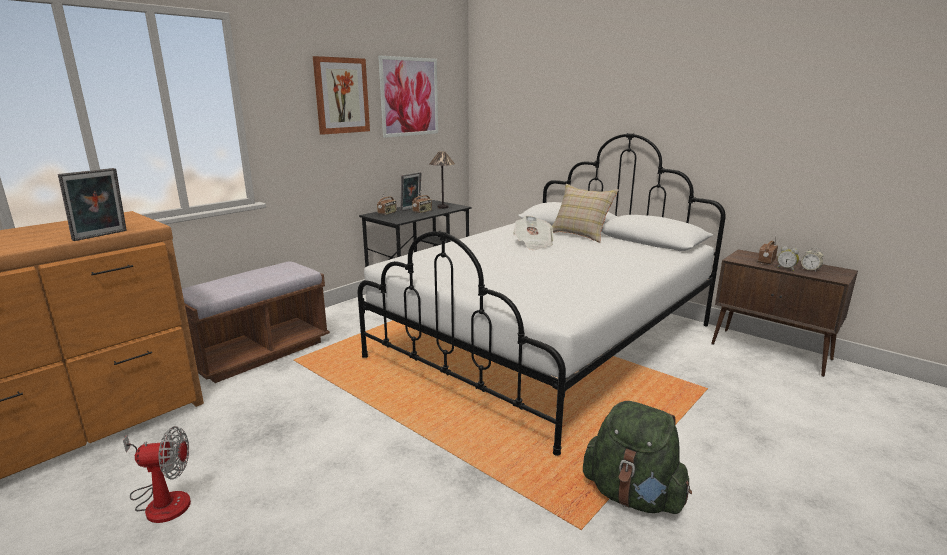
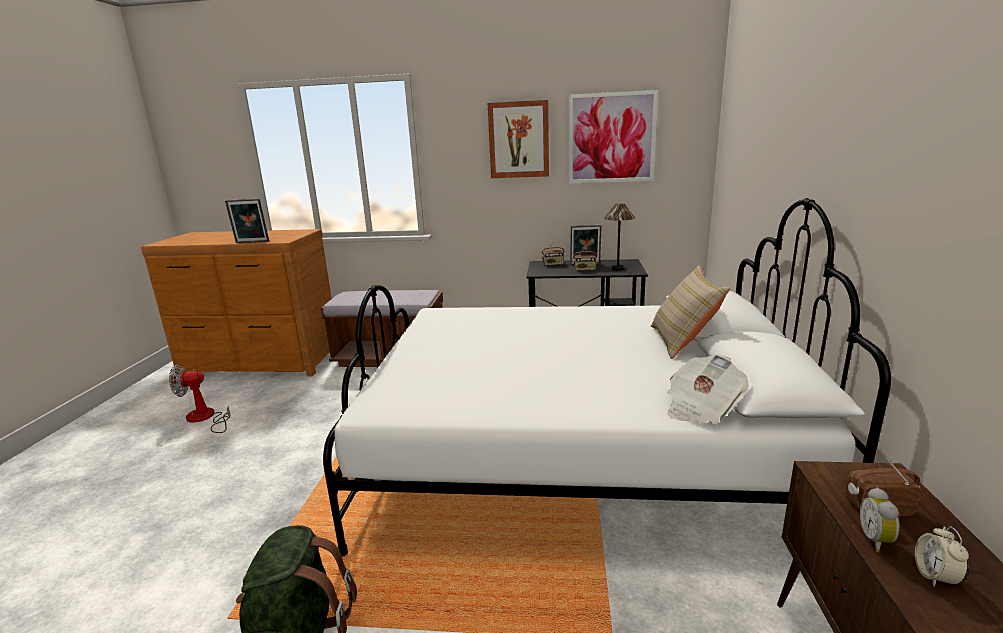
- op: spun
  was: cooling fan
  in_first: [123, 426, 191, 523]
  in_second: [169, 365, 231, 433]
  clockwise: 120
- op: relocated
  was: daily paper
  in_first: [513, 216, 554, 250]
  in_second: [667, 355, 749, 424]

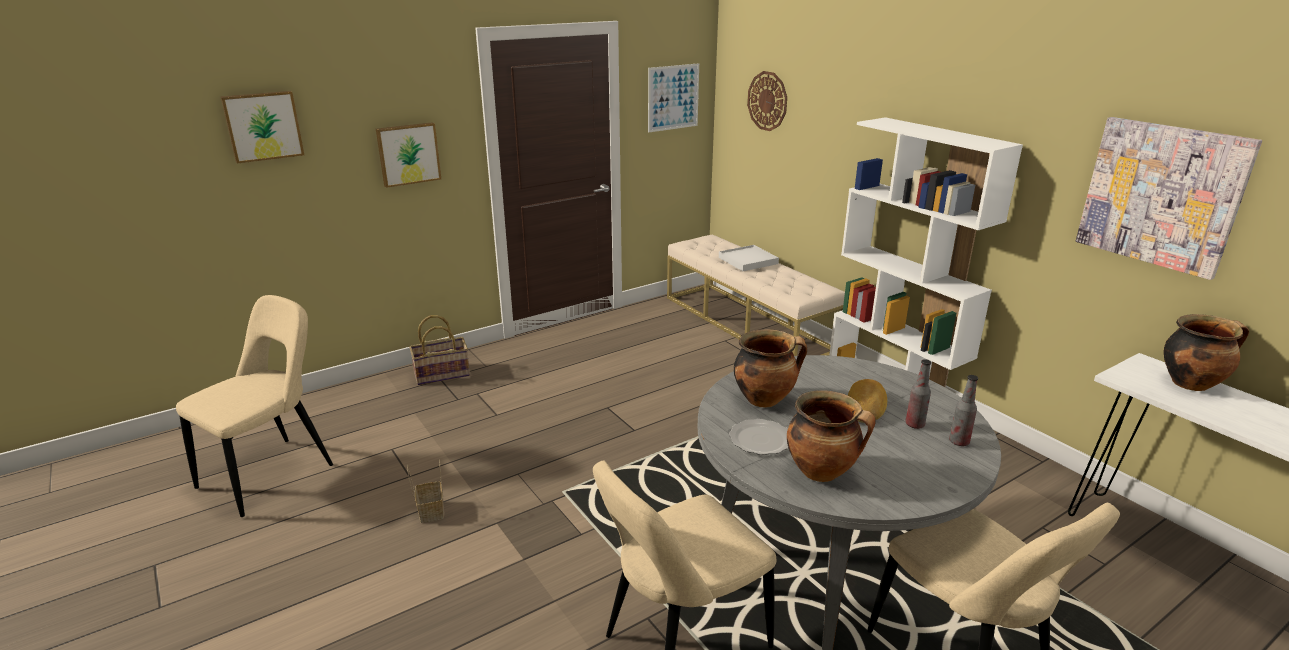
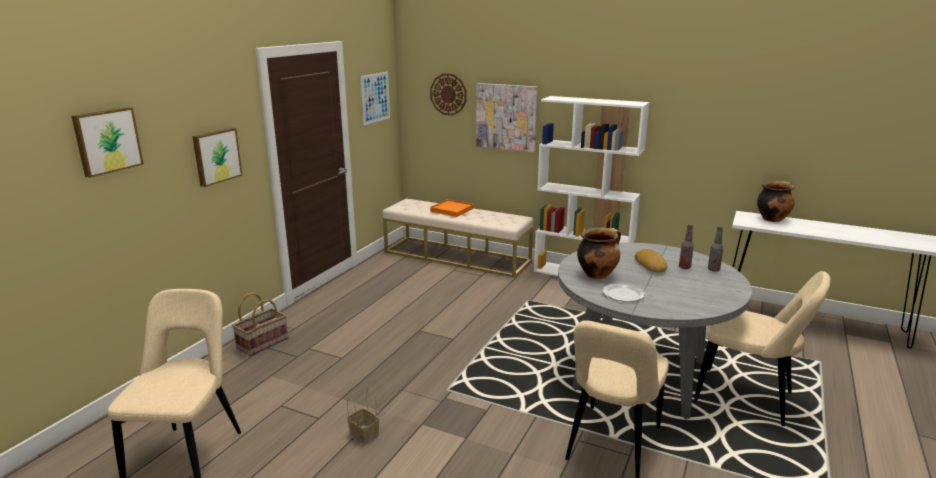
- op: colour
  was: serving tray/whitish
  now: serving tray/orangey
  in_first: [719, 245, 779, 271]
  in_second: [430, 199, 474, 217]
- op: relocated
  was: picture
  in_first: [1076, 117, 1262, 280]
  in_second: [476, 83, 538, 152]
- op: missing
  was: cooking pot
  in_first: [787, 390, 876, 482]

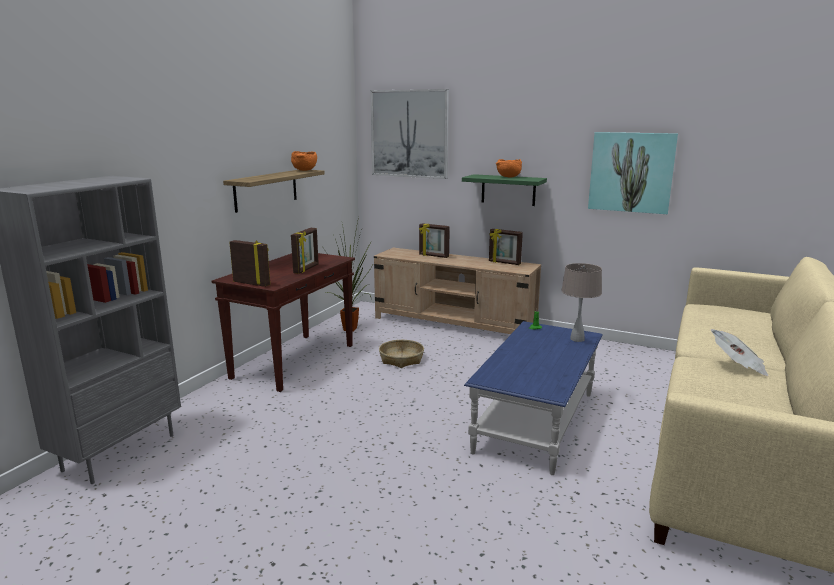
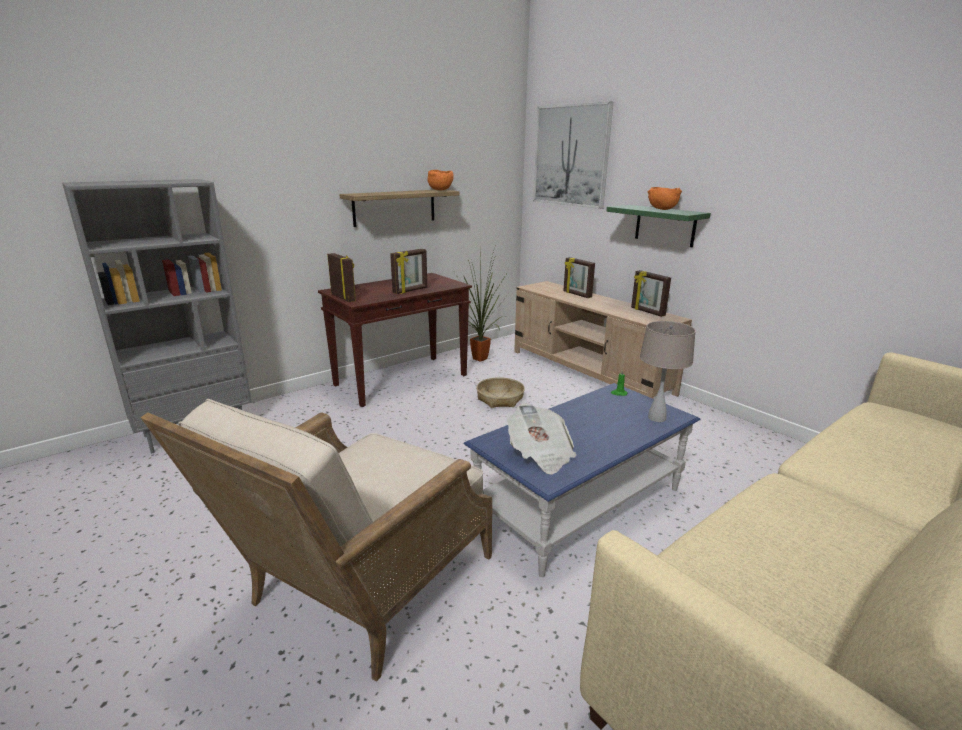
- op: appeared
  now: easy chair/beige-coloured
  in_second: [141, 399, 492, 682]
- op: relocated
  was: daily paper
  in_first: [711, 329, 768, 376]
  in_second: [507, 403, 576, 475]
- op: missing
  was: picture
  in_first: [588, 132, 678, 214]

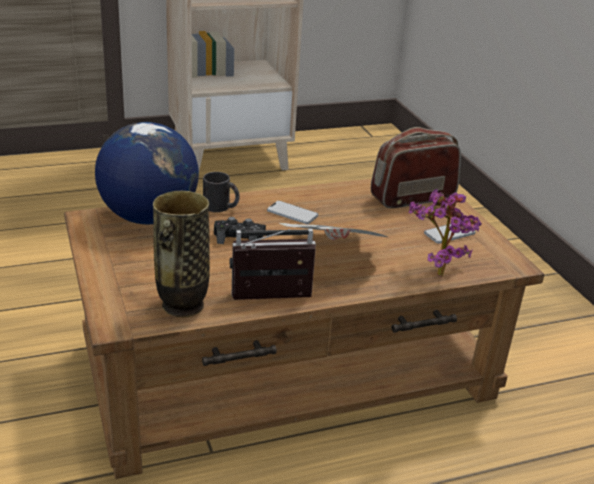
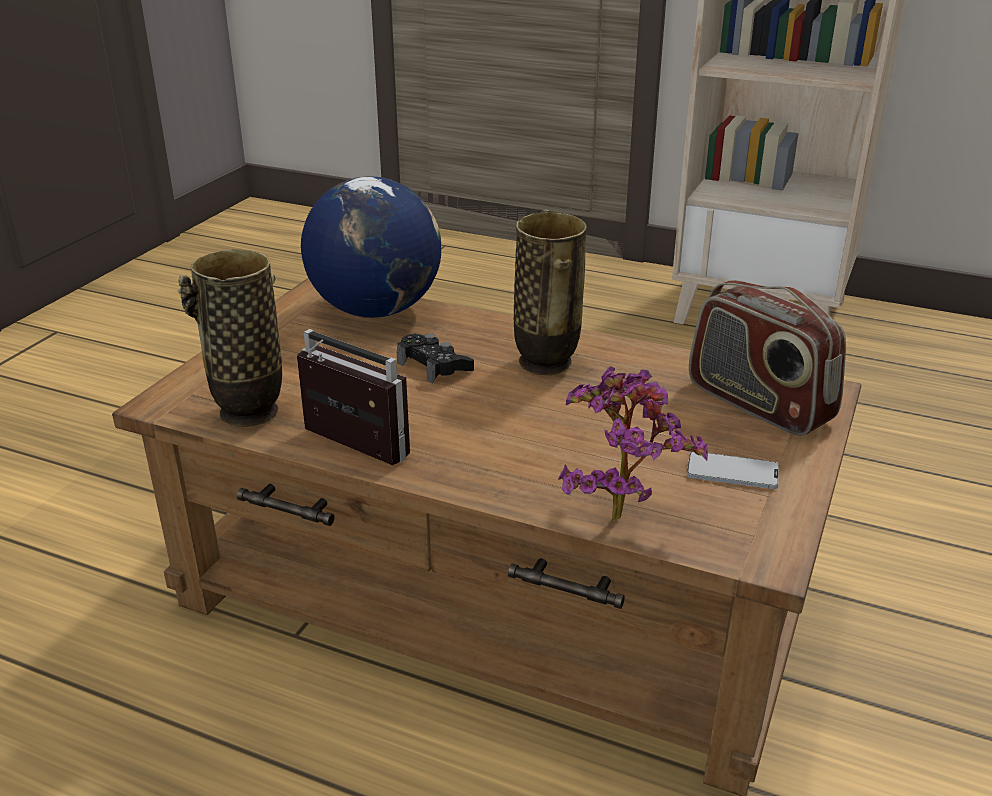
- op: exchanged
  was: phone
  now: flower vase
  in_first: [267, 201, 318, 224]
  in_second: [514, 209, 587, 375]
- op: spun
  was: radio
  in_first: [371, 127, 461, 208]
  in_second: [689, 280, 846, 436]
  clockwise: -150
- op: missing
  was: tea mug/black-coloured
  in_first: [203, 172, 240, 212]
- op: missing
  was: daily paper
  in_first: [279, 223, 388, 241]

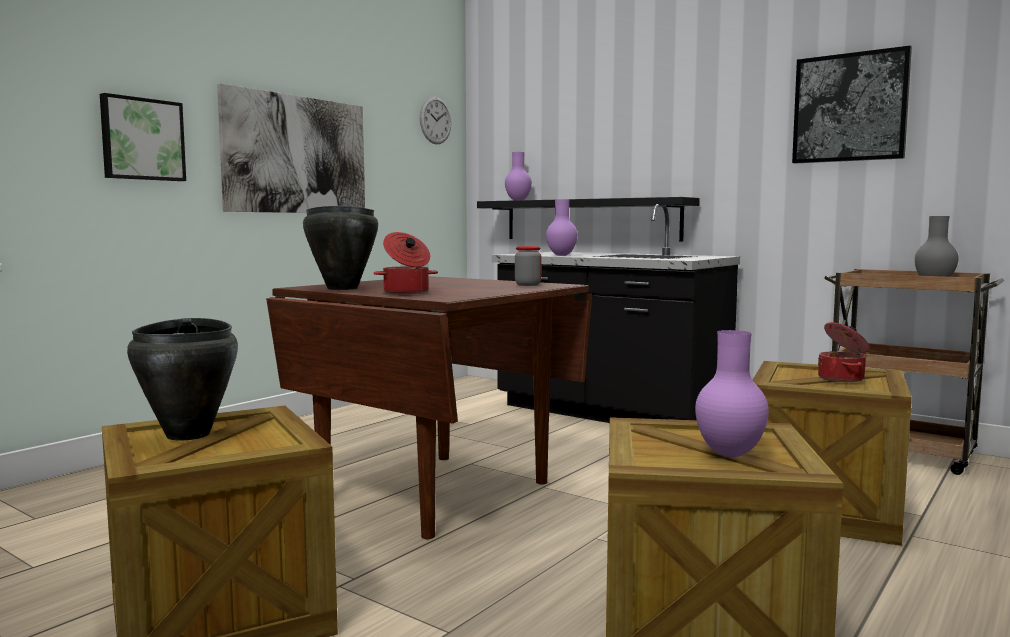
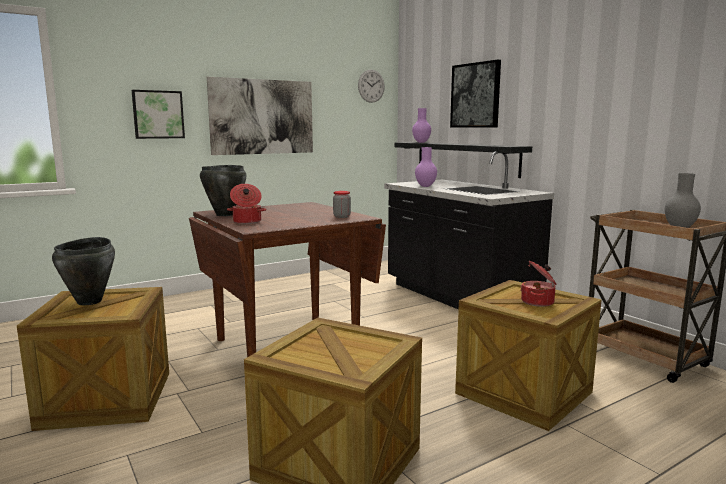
- op: relocated
  was: picture
  in_first: [792, 46, 912, 164]
  in_second: [450, 60, 501, 128]
- op: missing
  was: flower vase/purple-coloured
  in_first: [695, 330, 769, 457]

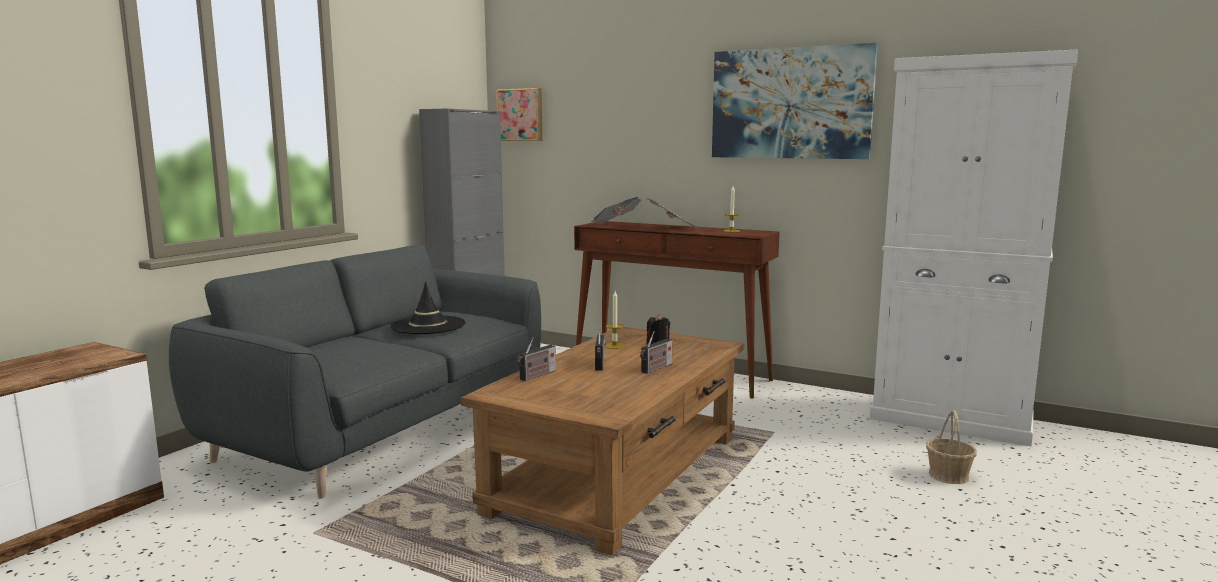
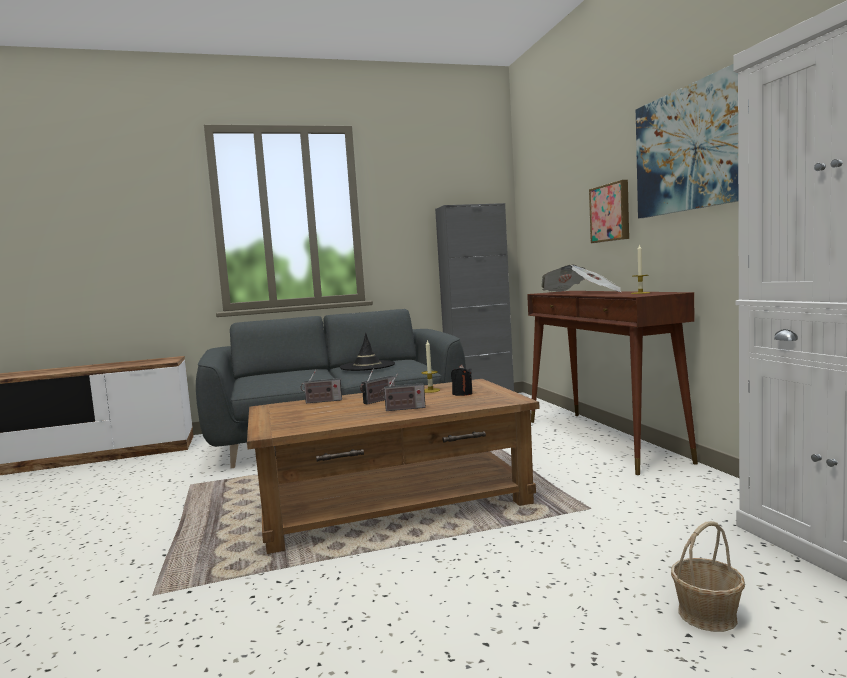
- op: relocated
  was: picture
  in_first: [496, 88, 542, 141]
  in_second: [589, 180, 629, 243]

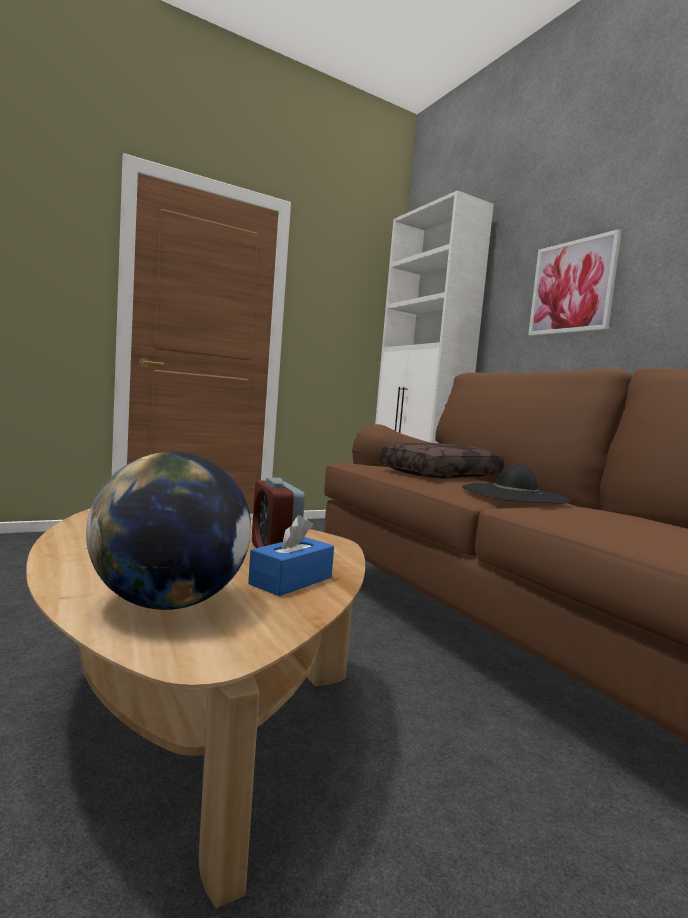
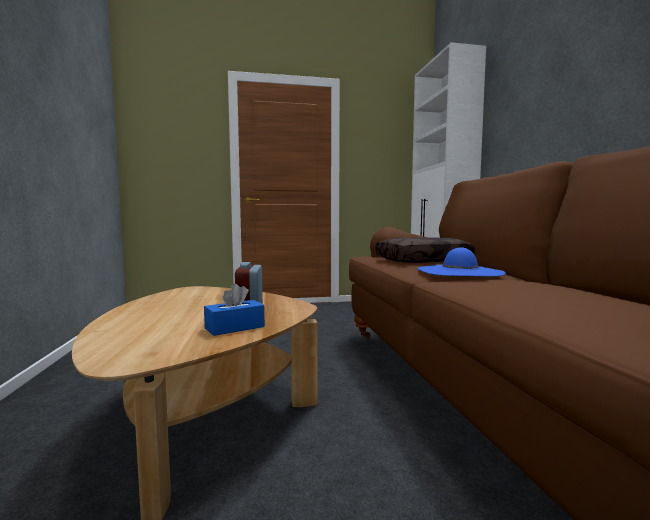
- op: colour
  was: clothing hat/black-coloured
  now: clothing hat/bluish
  in_first: [462, 464, 571, 504]
  in_second: [418, 247, 506, 277]
- op: missing
  was: desk globe
  in_first: [86, 452, 251, 610]
- op: missing
  was: picture
  in_first: [528, 229, 622, 336]

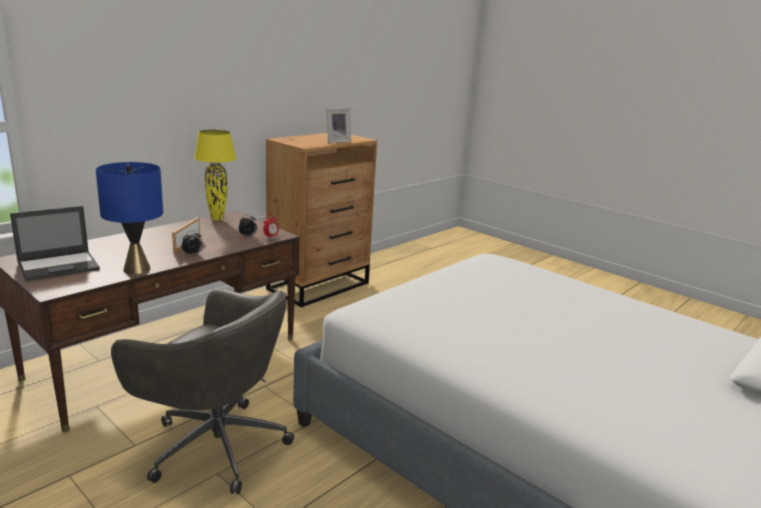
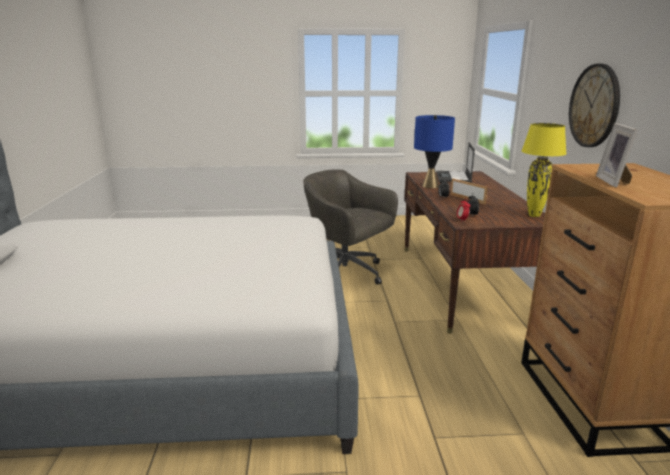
- op: spun
  was: office chair/greyish
  in_first: [111, 289, 294, 494]
  in_second: [303, 169, 398, 285]
  clockwise: 60
- op: appeared
  now: hanging clock
  in_second: [569, 64, 620, 147]

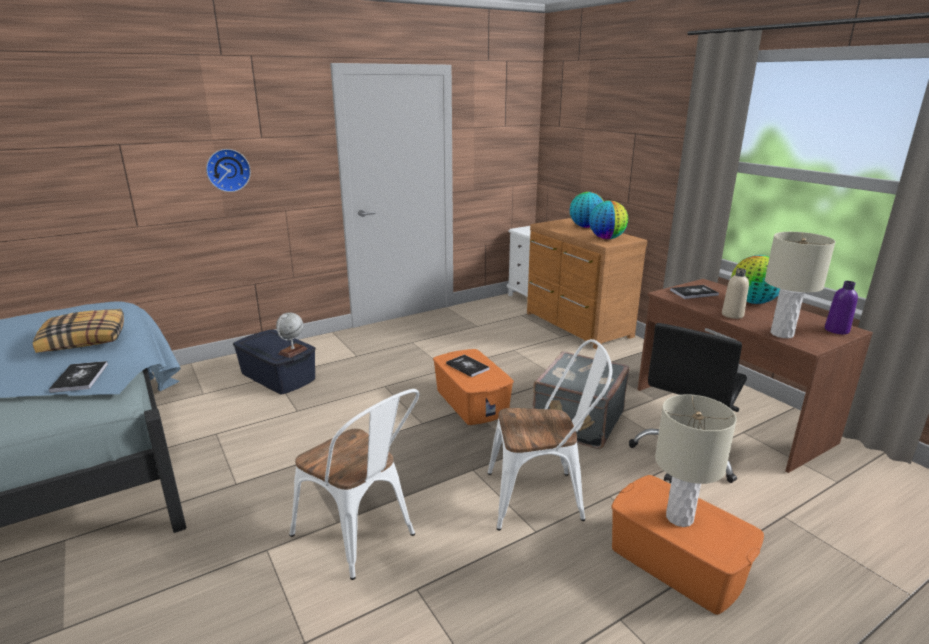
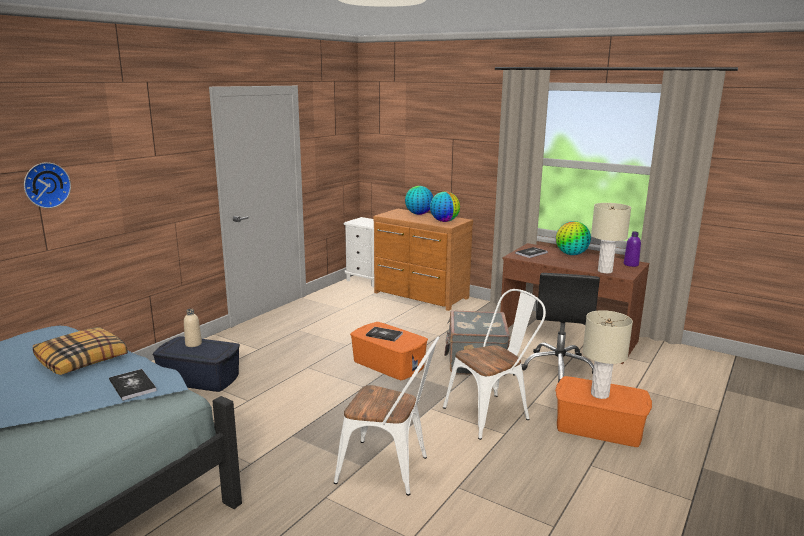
- op: relocated
  was: hanging clock
  in_first: [206, 149, 251, 192]
  in_second: [24, 162, 71, 208]
- op: relocated
  was: drink bottle/beige-coloured
  in_first: [722, 268, 749, 319]
  in_second: [184, 309, 202, 347]
- op: missing
  was: desk globe
  in_first: [276, 312, 307, 358]

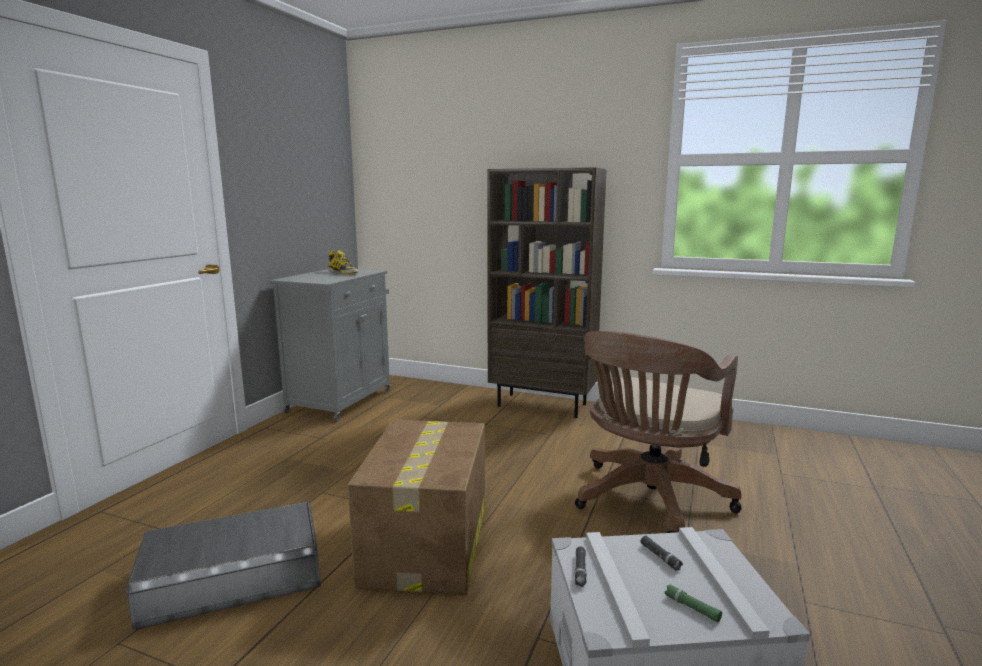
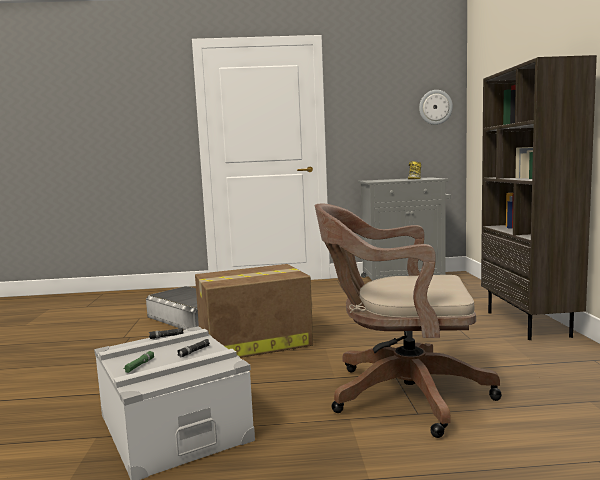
- op: appeared
  now: hanging clock
  in_second: [419, 90, 453, 125]

